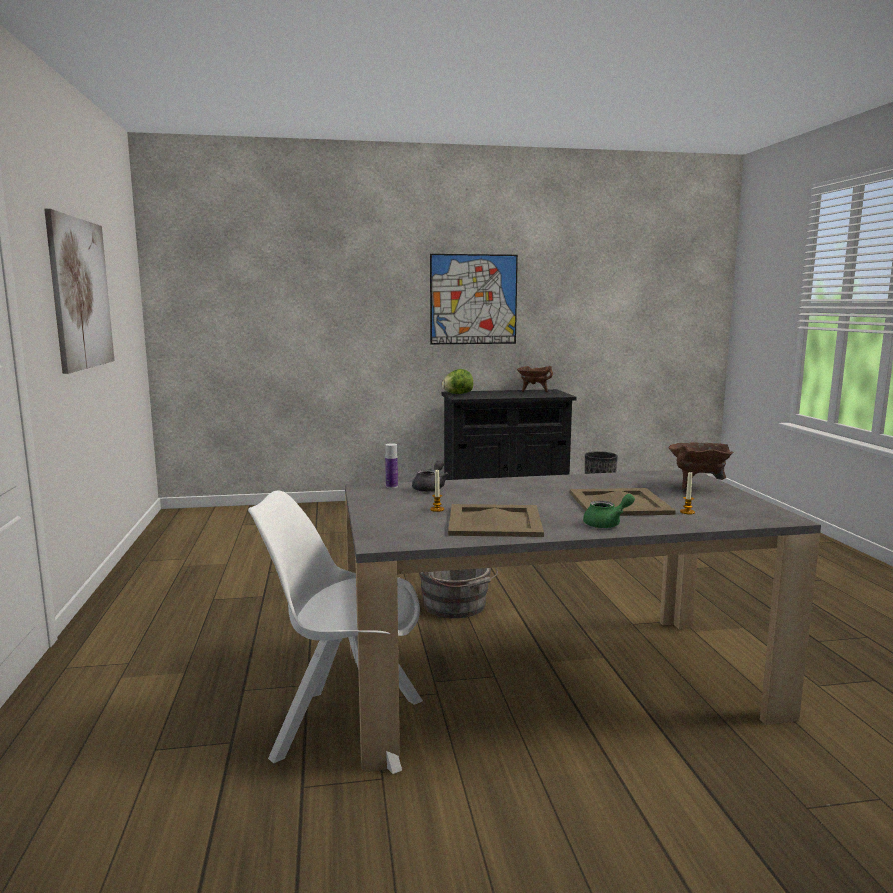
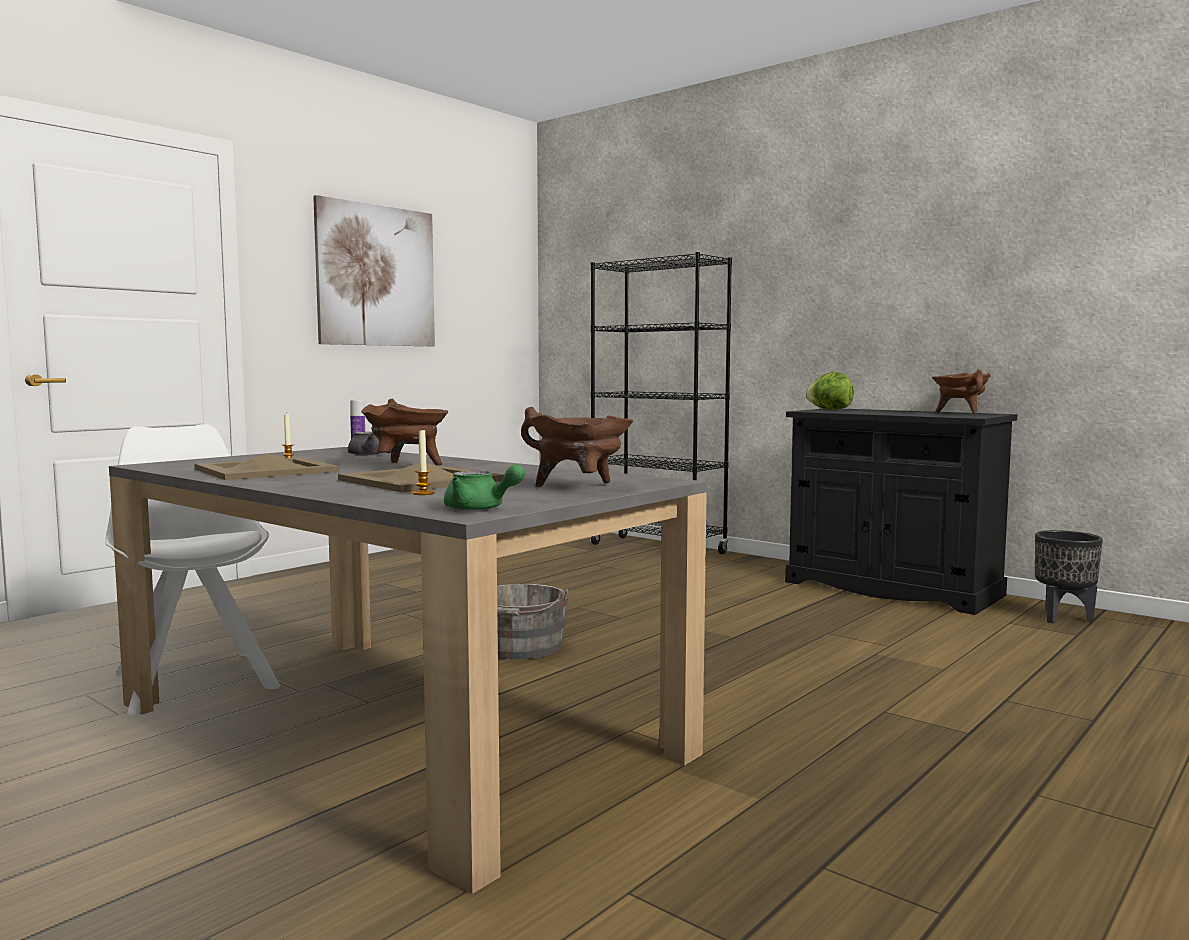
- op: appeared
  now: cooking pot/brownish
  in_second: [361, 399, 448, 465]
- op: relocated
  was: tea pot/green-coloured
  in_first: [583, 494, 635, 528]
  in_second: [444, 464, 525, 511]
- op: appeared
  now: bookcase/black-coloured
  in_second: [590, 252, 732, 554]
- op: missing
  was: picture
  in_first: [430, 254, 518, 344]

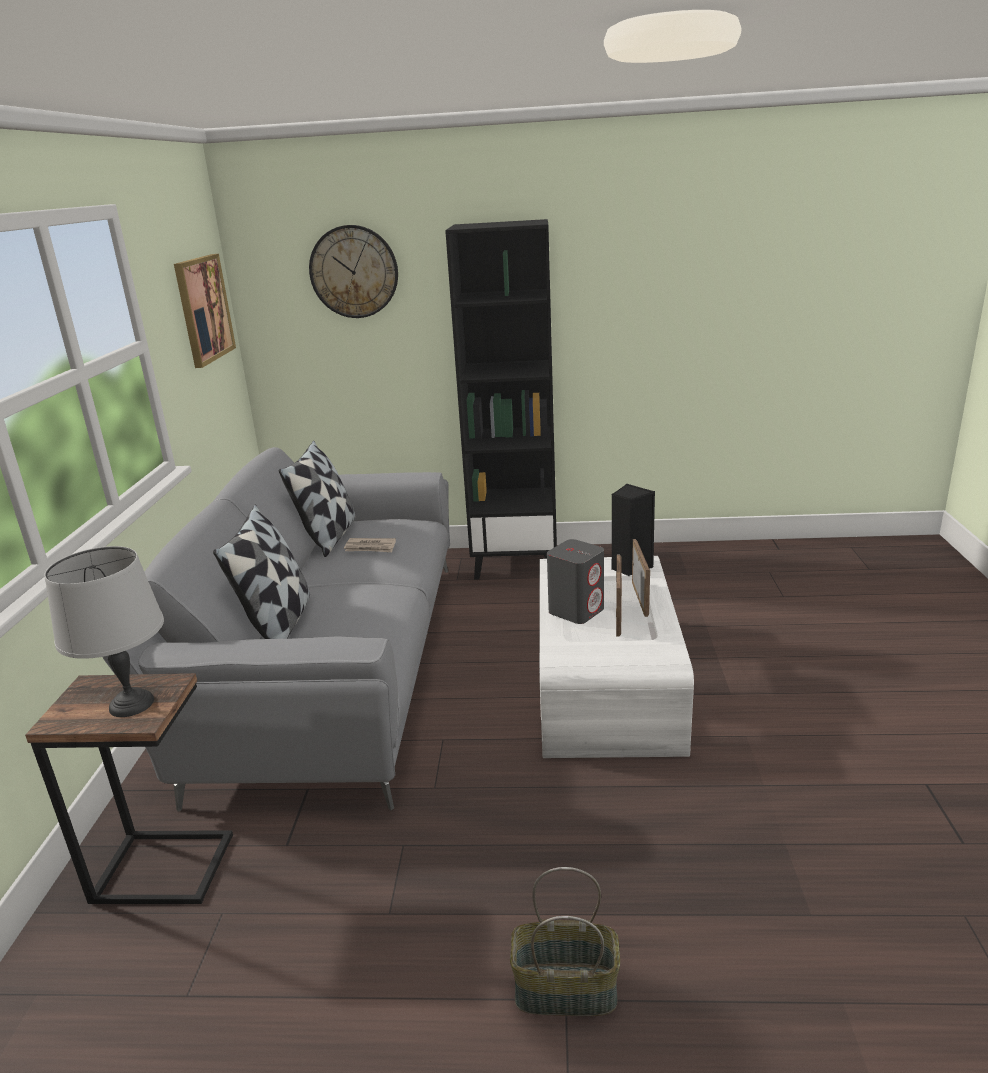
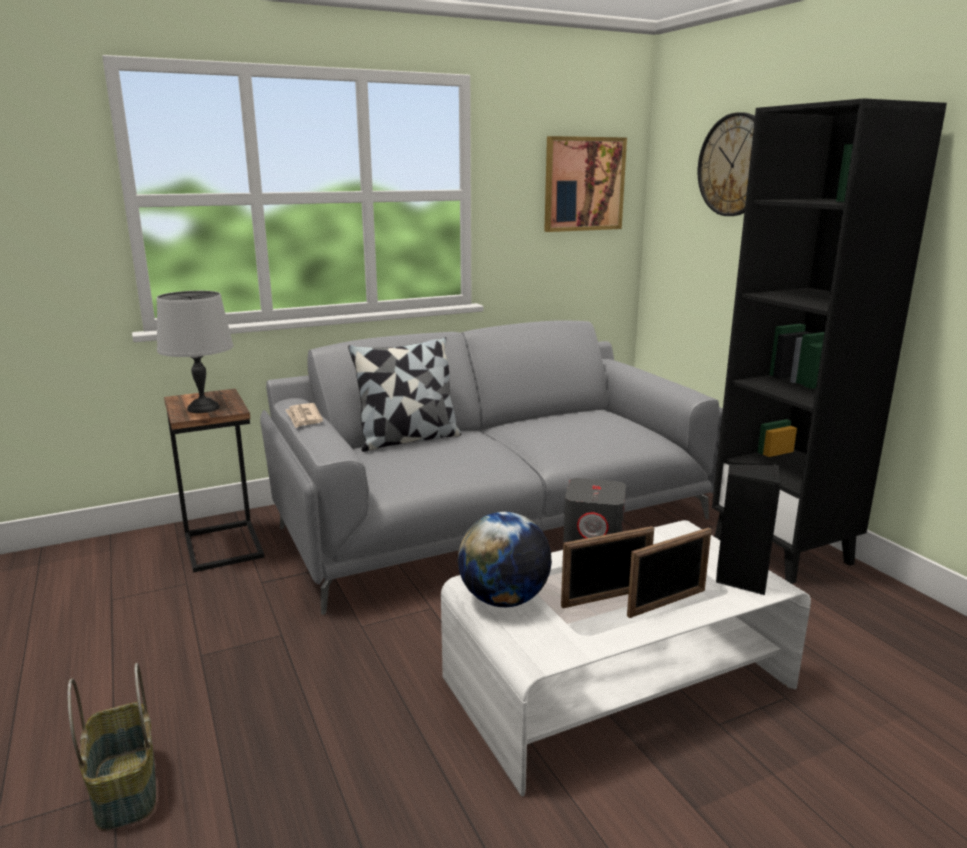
- op: relocated
  was: daily paper
  in_first: [344, 538, 396, 552]
  in_second: [286, 403, 323, 428]
- op: appeared
  now: desk globe
  in_second: [458, 512, 552, 607]
- op: missing
  was: throw pillow
  in_first: [279, 440, 356, 557]

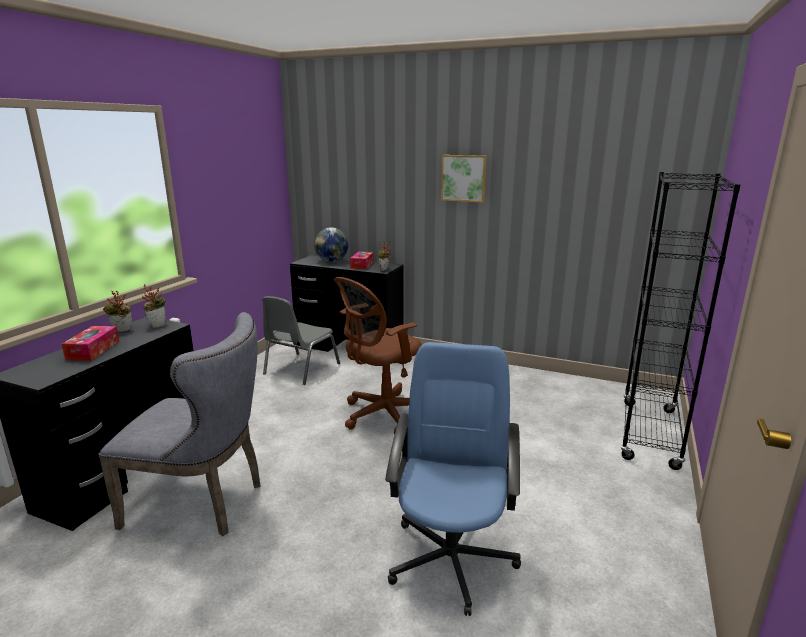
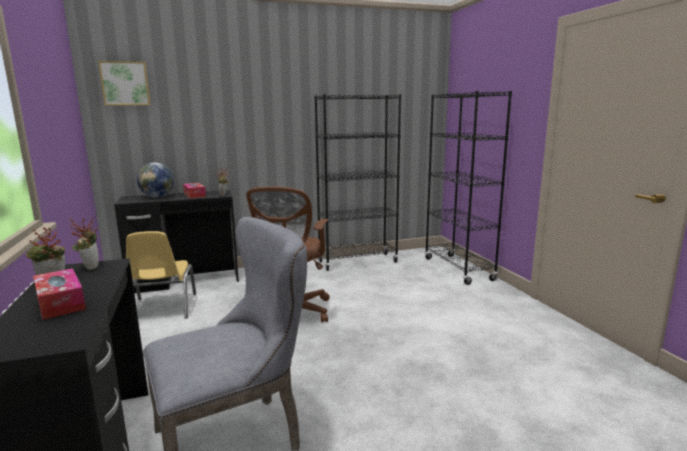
- op: relocated
  was: picture
  in_first: [441, 155, 487, 203]
  in_second: [98, 61, 151, 105]
- op: colour
  was: upright chair/greyish
  now: upright chair/yellow
  in_first: [262, 296, 340, 385]
  in_second: [126, 231, 196, 319]
- op: appeared
  now: bookcase/black-coloured
  in_second: [314, 94, 401, 271]
- op: missing
  was: office chair/bluish
  in_first: [385, 342, 521, 616]

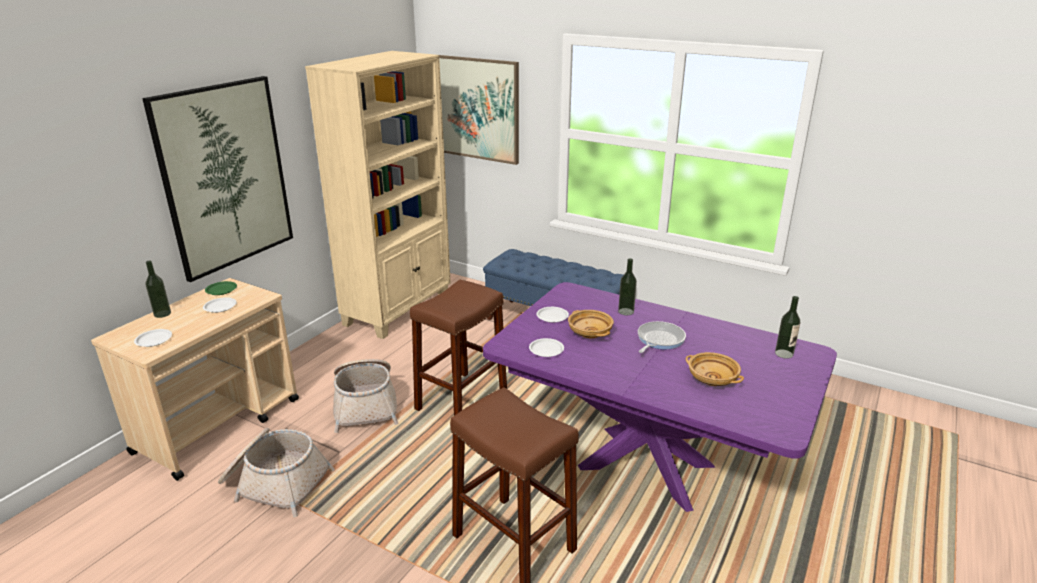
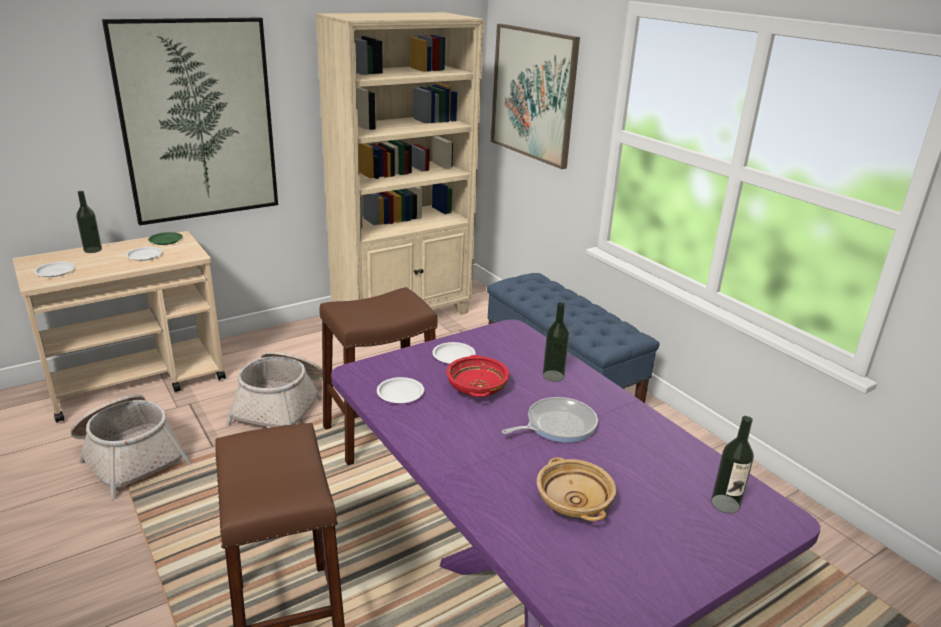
- op: colour
  was: deep dish/beige-coloured
  now: deep dish/reddish
  in_first: [568, 310, 614, 338]
  in_second: [446, 355, 509, 397]

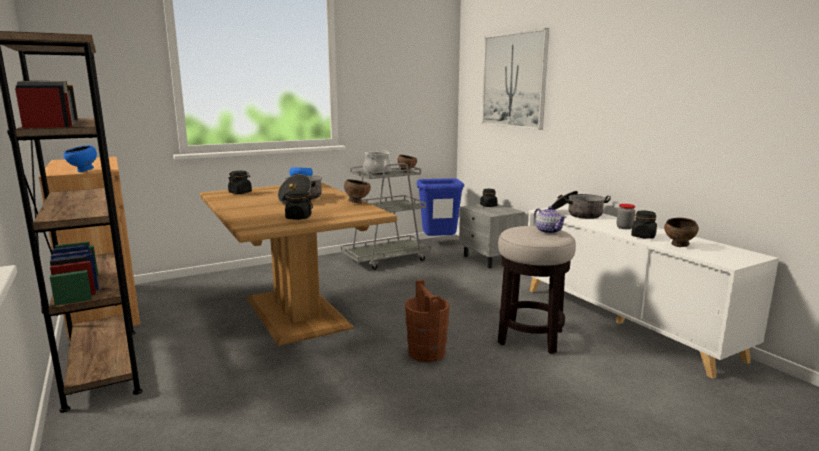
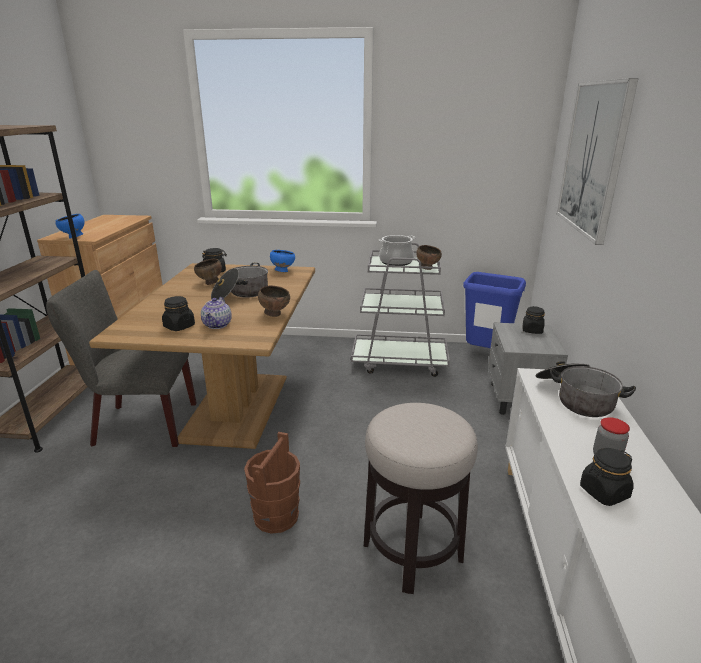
- op: appeared
  now: upright chair/greyish
  in_second: [46, 270, 197, 447]
- op: relocated
  was: deep dish/brownish
  in_first: [664, 218, 699, 247]
  in_second: [194, 259, 222, 285]
- op: relocated
  was: tea pot
  in_first: [534, 206, 566, 234]
  in_second: [201, 297, 232, 329]

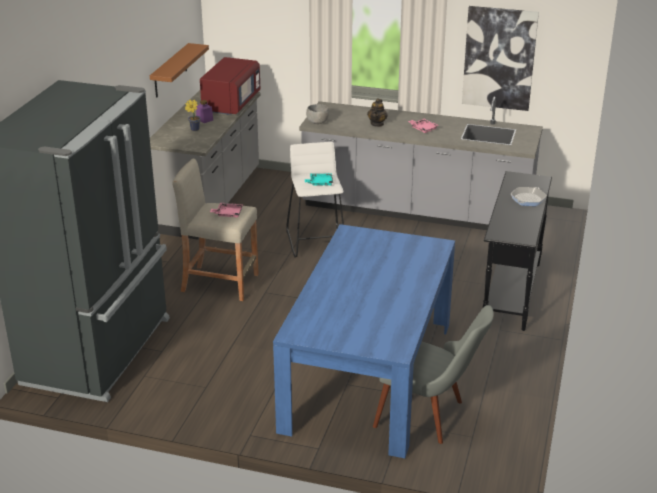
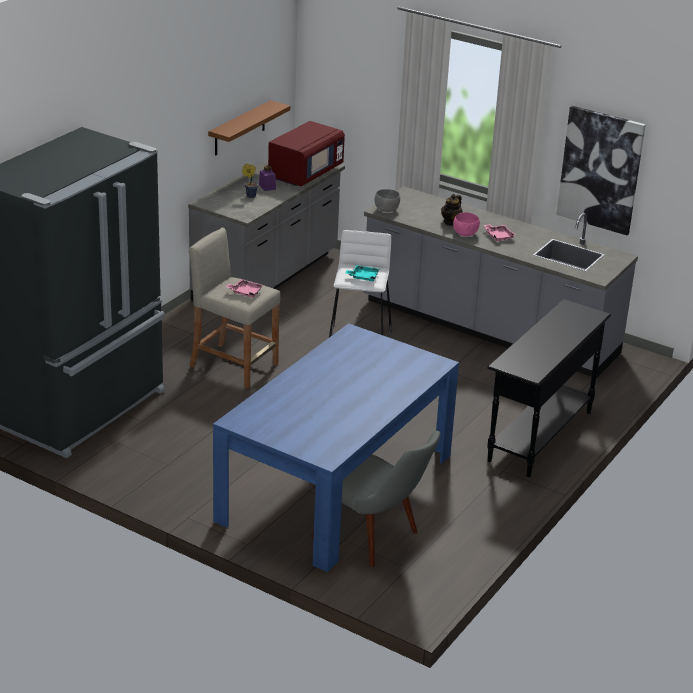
- op: appeared
  now: deep dish/pink-coloured
  in_second: [453, 212, 480, 236]
- op: missing
  was: frying pan
  in_first: [511, 187, 547, 206]

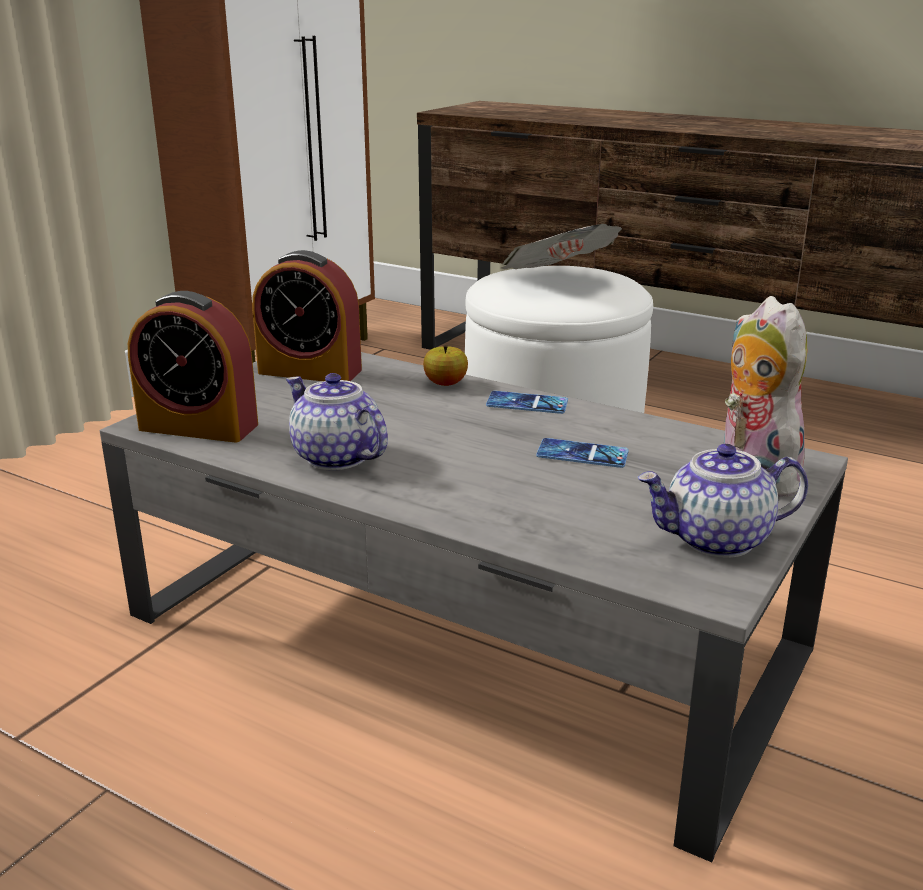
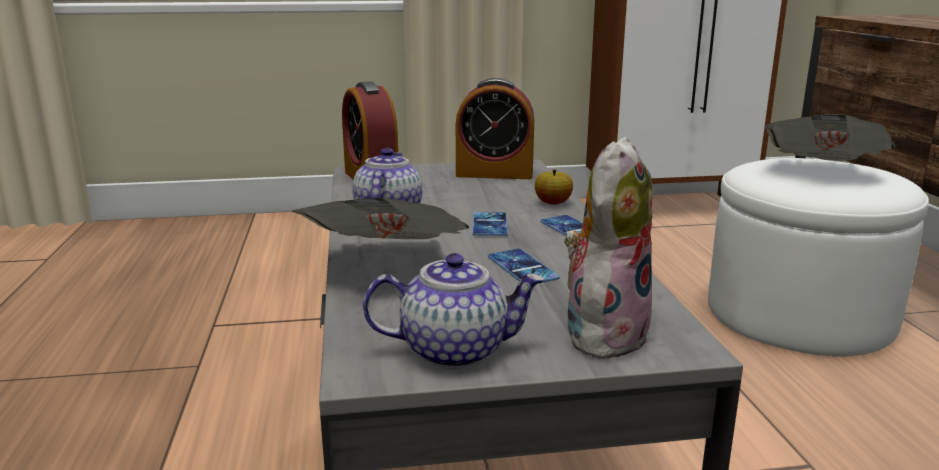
- op: appeared
  now: daily paper
  in_second: [292, 198, 469, 239]
- op: spun
  was: tea pot
  in_first: [638, 444, 808, 558]
  in_second: [363, 253, 545, 369]
  clockwise: 135
- op: spun
  was: bedside clock
  in_first: [252, 250, 362, 381]
  in_second: [456, 78, 534, 179]
  clockwise: -60
- op: appeared
  now: phone
  in_second: [472, 212, 508, 236]

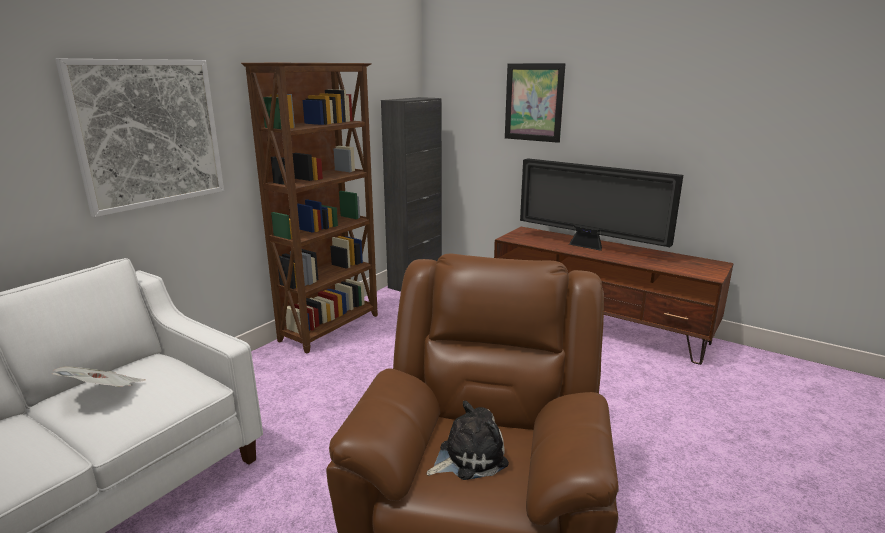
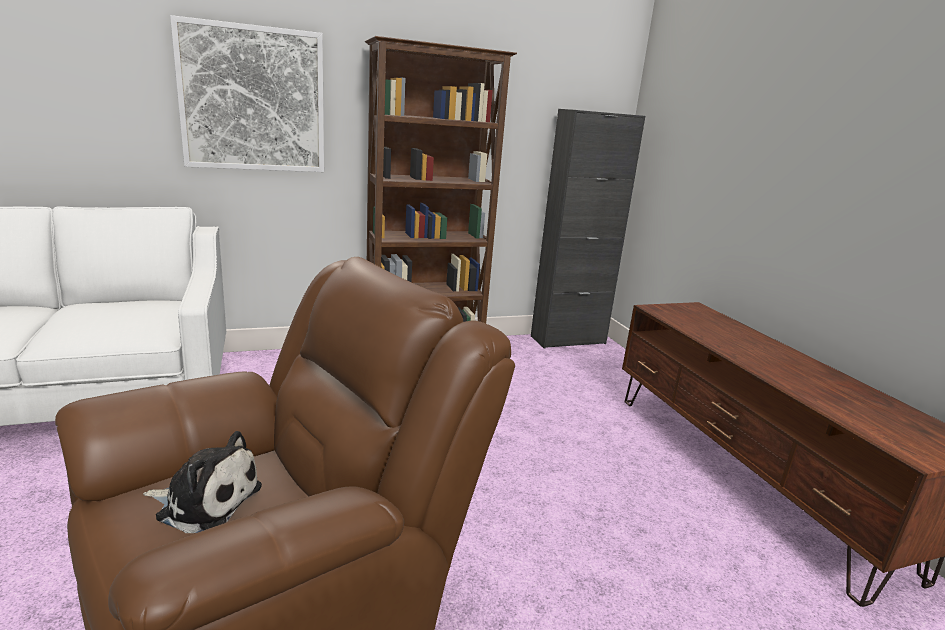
- op: missing
  was: daily paper
  in_first: [52, 366, 146, 387]
- op: missing
  was: picture
  in_first: [505, 63, 566, 143]
- op: missing
  was: TV
  in_first: [520, 158, 683, 251]

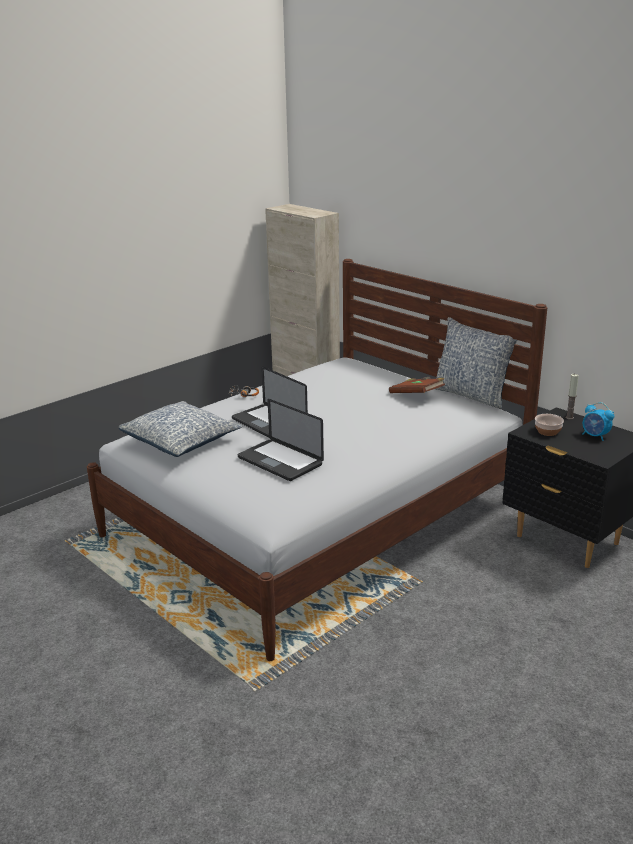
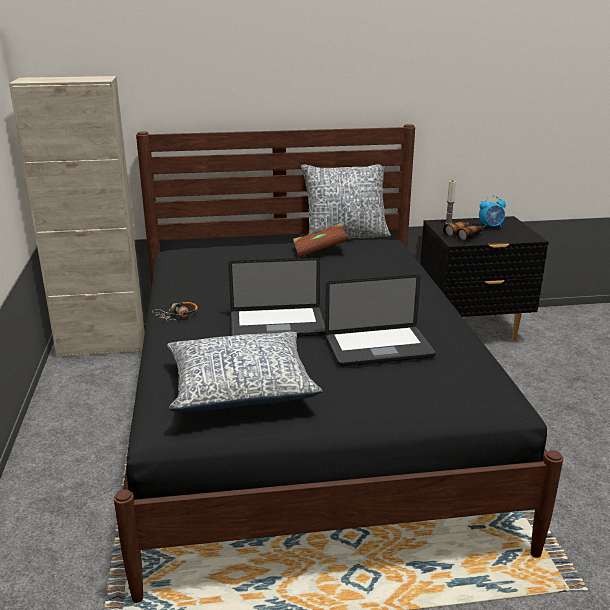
- op: colour
  was: sleeping bed/whitish
  now: sleeping bed/black-coloured
  in_first: [87, 259, 547, 661]
  in_second: [114, 124, 563, 603]
- op: exchanged
  was: deep dish
  now: binoculars
  in_first: [535, 414, 564, 436]
  in_second: [443, 221, 484, 242]

